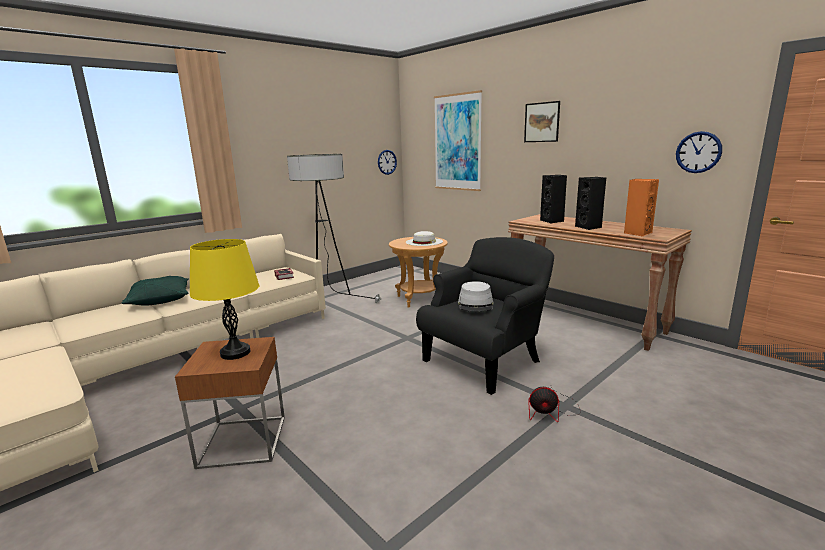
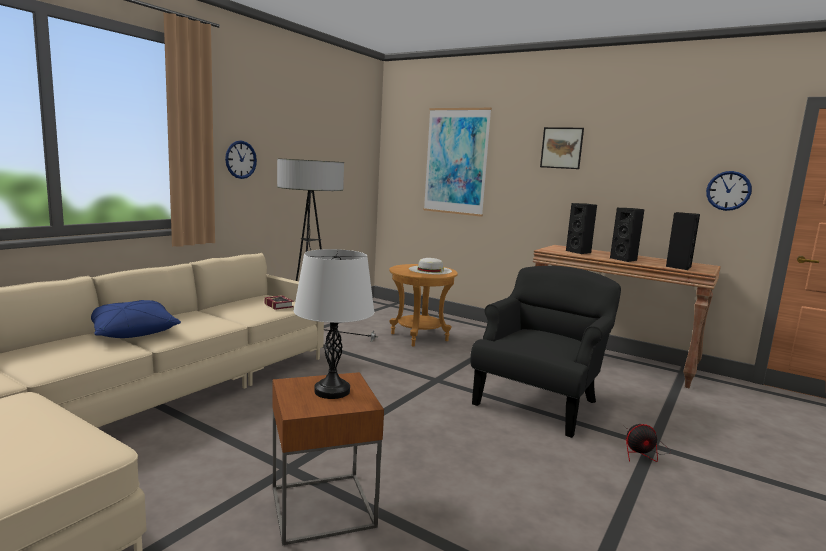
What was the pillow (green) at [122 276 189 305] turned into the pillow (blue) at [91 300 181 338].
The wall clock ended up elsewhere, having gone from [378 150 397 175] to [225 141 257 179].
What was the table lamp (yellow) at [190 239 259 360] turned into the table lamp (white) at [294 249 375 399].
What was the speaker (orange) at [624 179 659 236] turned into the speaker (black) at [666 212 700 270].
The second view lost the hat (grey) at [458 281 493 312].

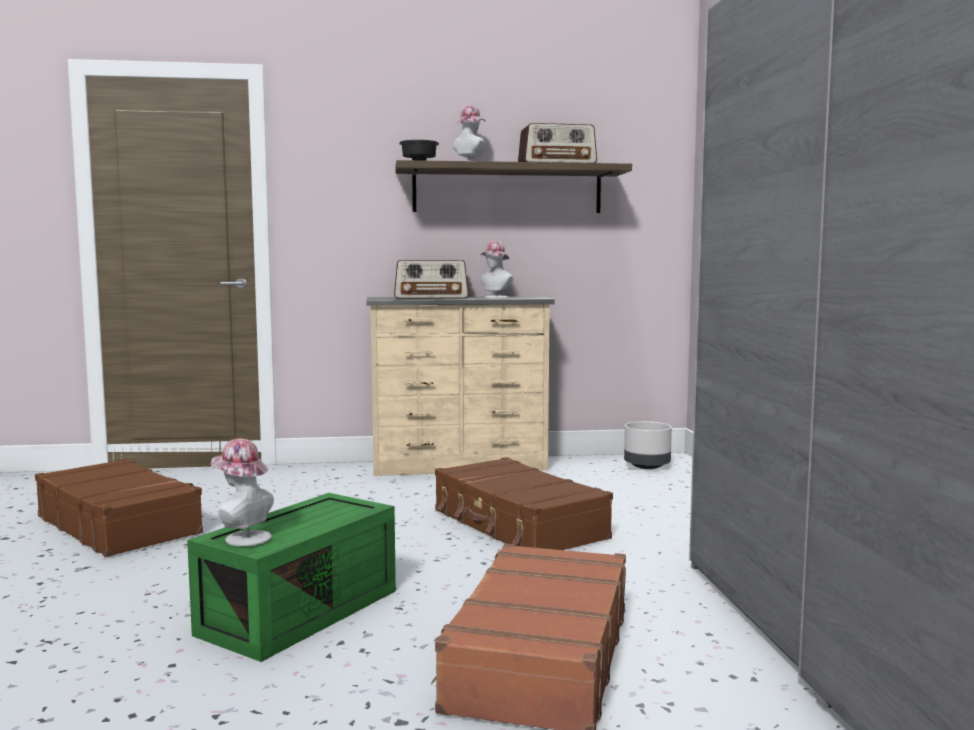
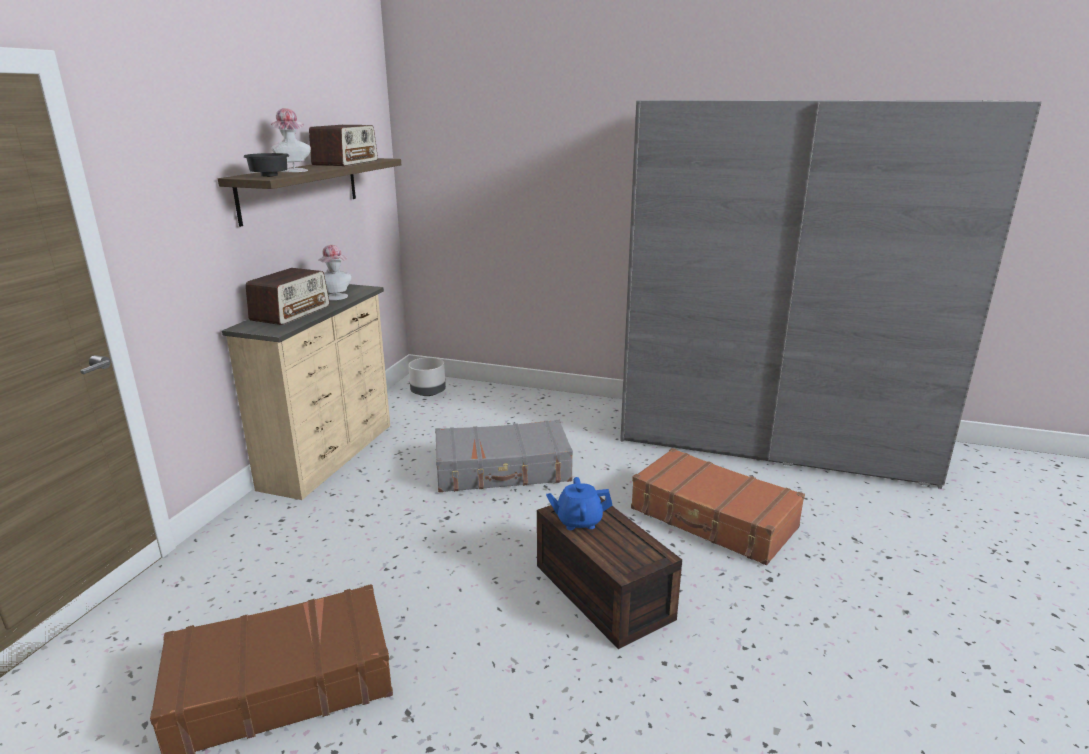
What was the suitcase (brown) at [435 457 613 550] turned into the suitcase (grey) at [435 420 573 492].
What was the storage box (green) at [187 493 396 662] turned into the storage box (brown) at [537 497 682 649].
The second view gained the teapot (blue) at [546 477 612 530].
The second view lost the hat at [211 439 274 546].

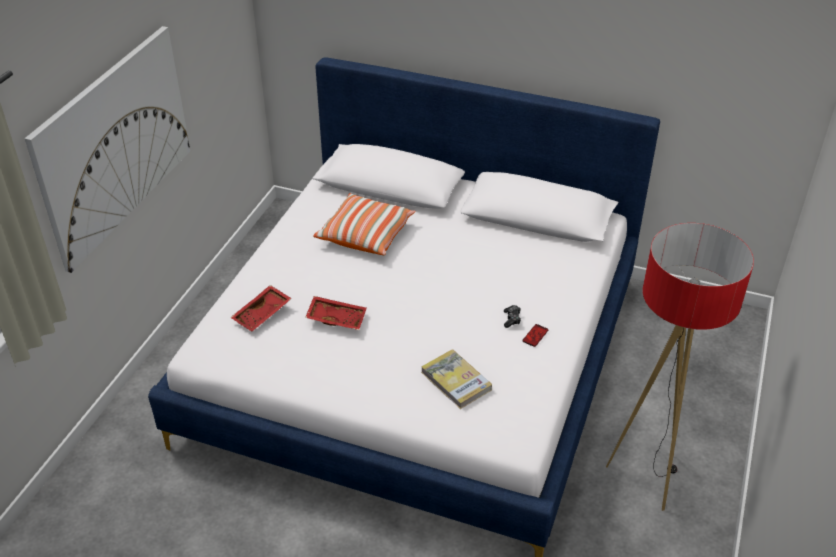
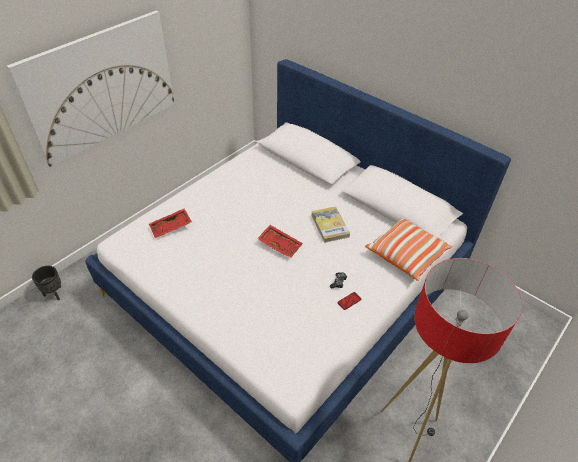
The second view gained the planter (black) at [32 266 61 300].
The tray (red) ended up elsewhere, having gone from [305 296 367 330] to [257 225 303 258].
The book ended up elsewhere, having gone from [421 349 492 409] to [311 206 350 243].
The pillow ended up elsewhere, having gone from [313 193 415 255] to [365 218 453 281].

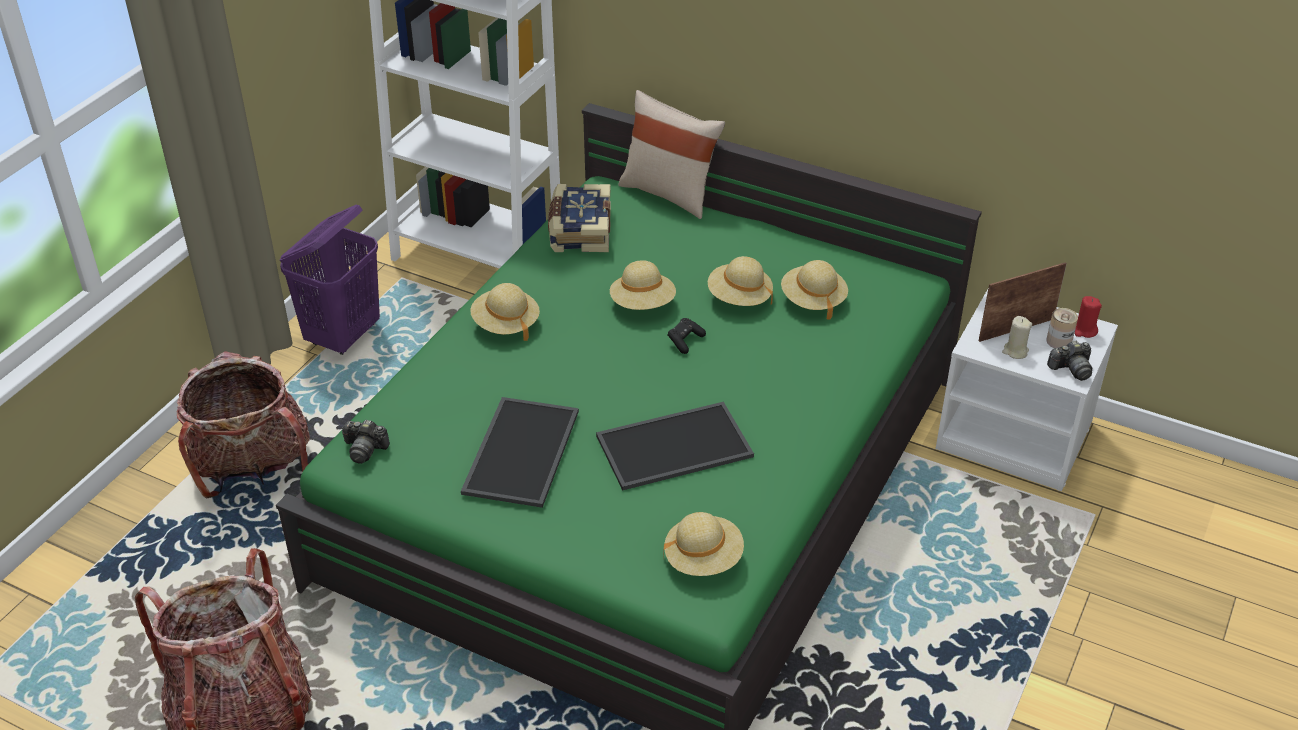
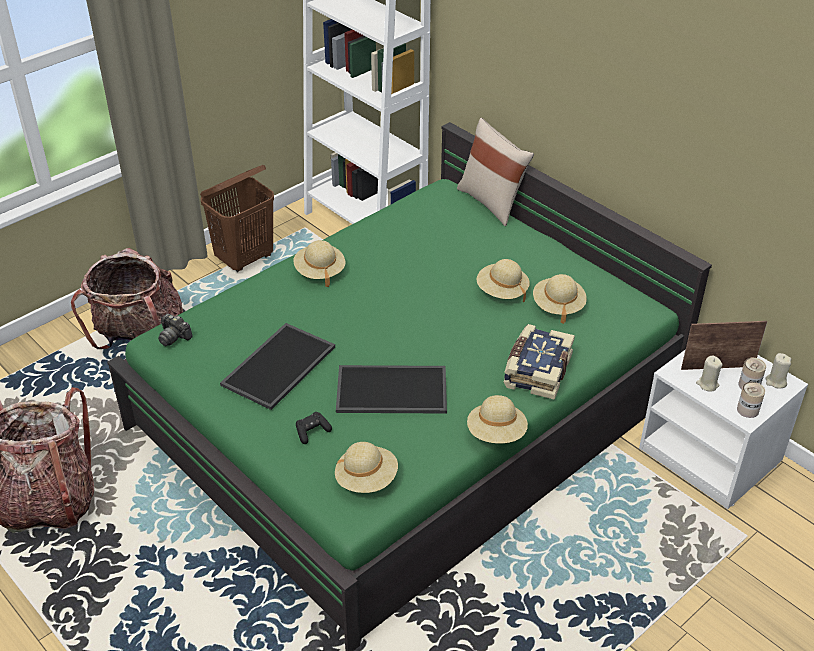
What was the laundry basket (purple) at [280 205 380 355] turned into the laundry basket (brown) at [200 165 274 272].
The game controller (black) ended up elsewhere, having gone from [668 318 706 354] to [296 412 332 444].
The hat (beige) ended up elsewhere, having gone from [610 260 676 310] to [467 395 528 443].
The book ended up elsewhere, having gone from [548 184 611 252] to [504 324 575 400].
Where the photo camera stood at [1047 341 1092 381], the can came to stand at [737 382 765 418].
What was the candle (red) at [1075 296 1102 338] turned into the candle (beige) at [765 353 791 389].

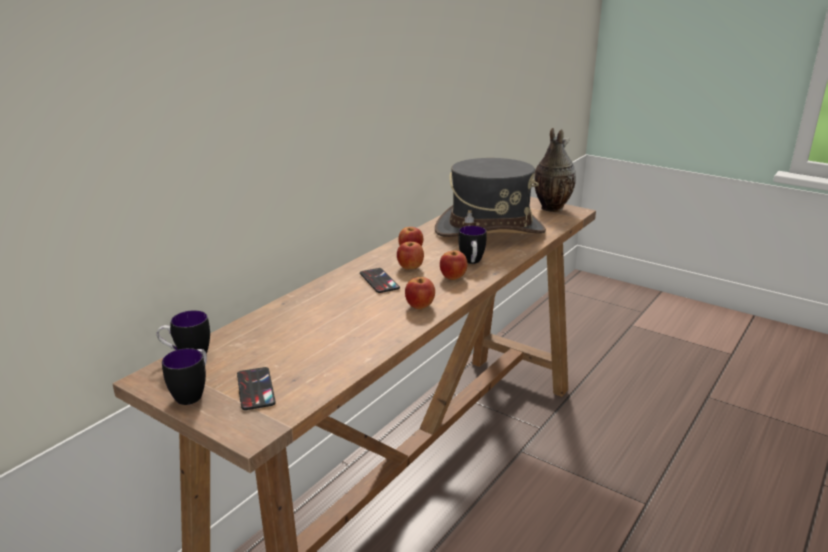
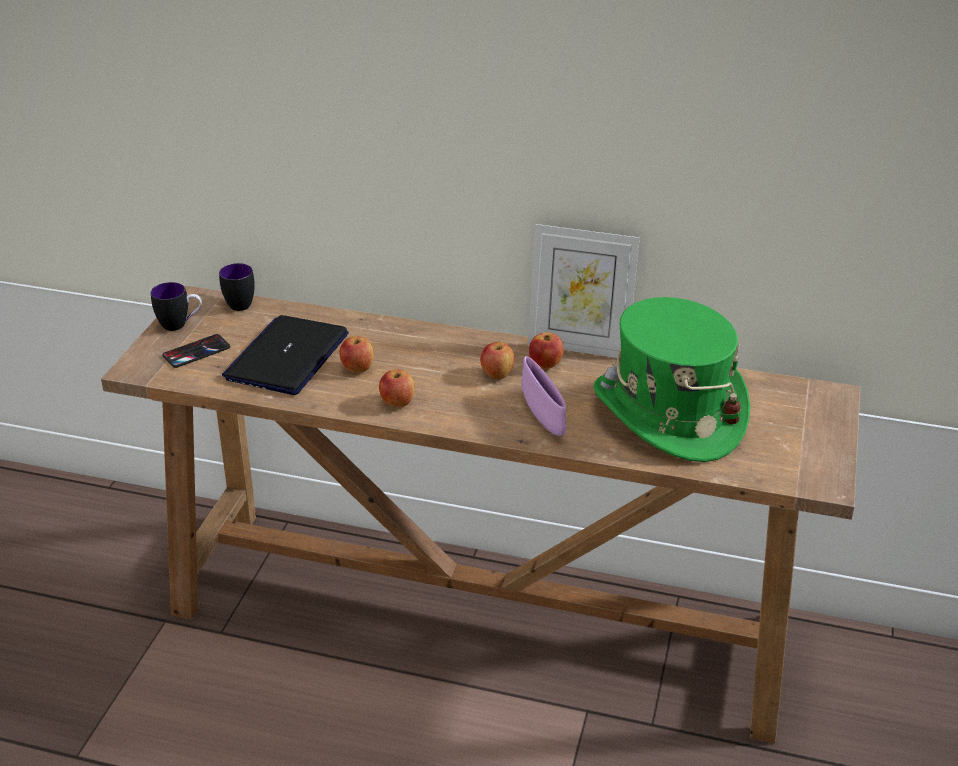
The second view gained the laptop at [222 315 348 395].
The apple ended up elsewhere, having gone from [440 250 468 280] to [339 336 374 373].
Where the mug stood at [458 226 486 264], the bowl (purple) came to stand at [521 356 566 436].
The second view gained the picture frame at [528 224 640 359].
What was the hat (grey) at [435 158 546 237] turned into the hat (green) at [593 297 750 462].
The second view lost the phone at [360 268 400 293].
The second view lost the vase at [534 128 576 212].

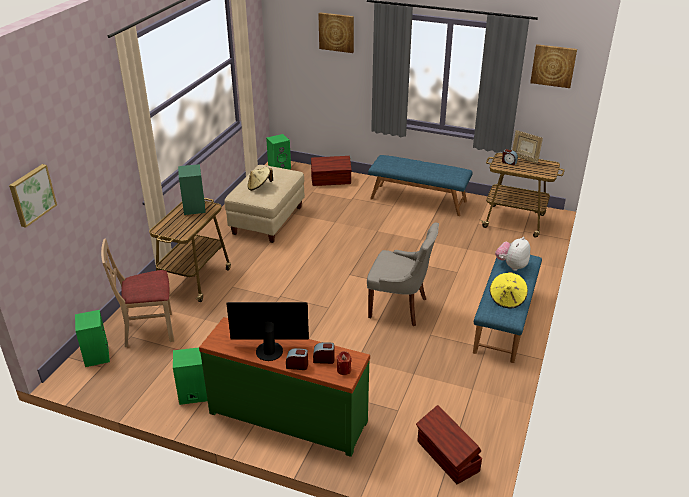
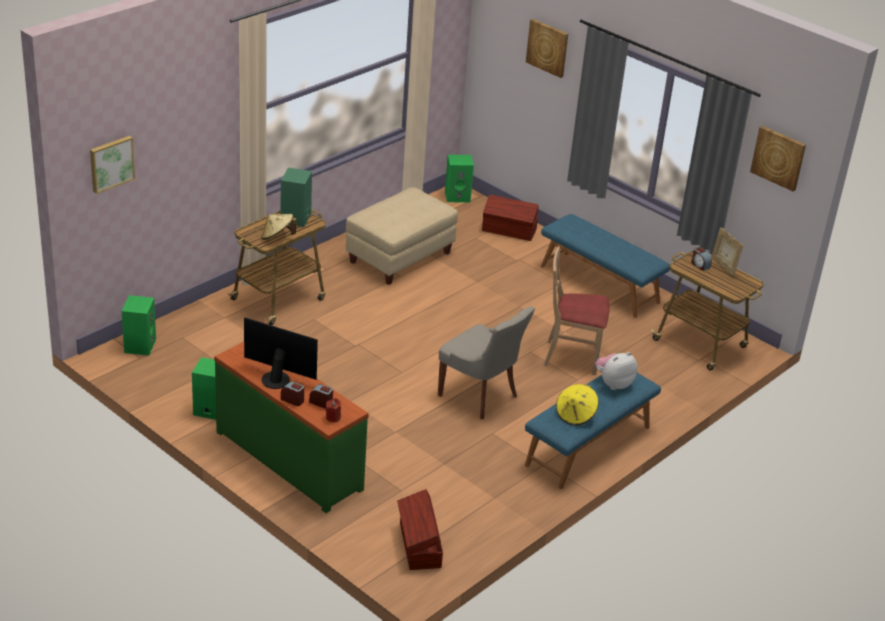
The hat (beige) ended up elsewhere, having gone from [247 167 273 191] to [261 214 296 240].
The chair (beige) ended up elsewhere, having gone from [101 238 174 347] to [544 247 609 375].

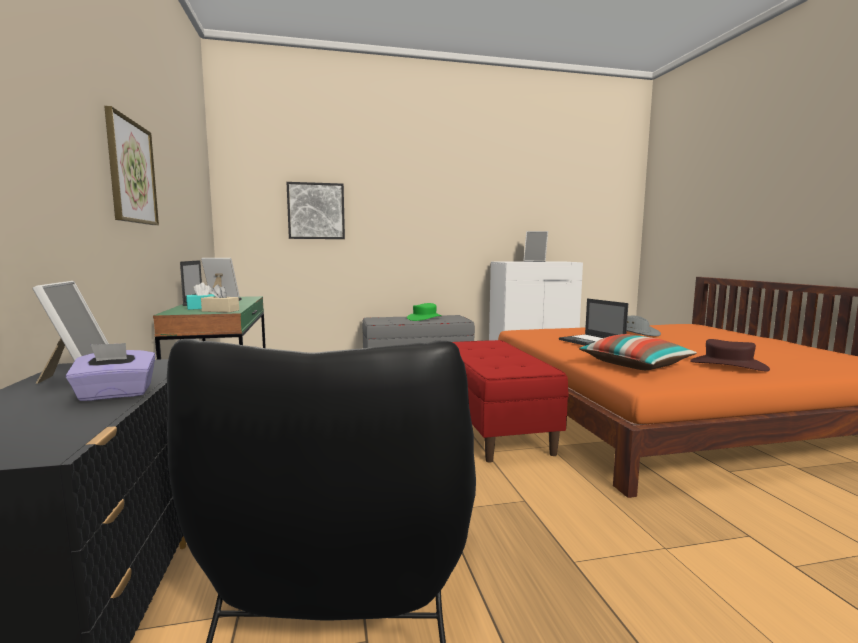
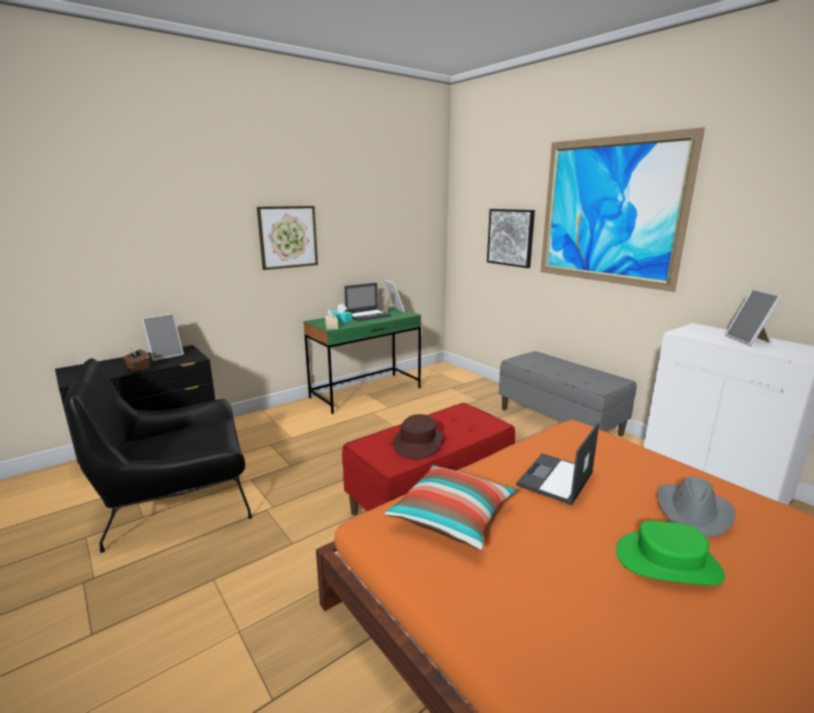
What was the tissue box (purple) at [66 343 156 401] turned into the tissue box (brown) at [123 349 150 372].
The hat (brown) ended up elsewhere, having gone from [690 339 770 371] to [393 414 443 459].
The second view gained the picture at [540 127 705 292].
The hat (green) ended up elsewhere, having gone from [407 303 442 321] to [616 521 725 585].

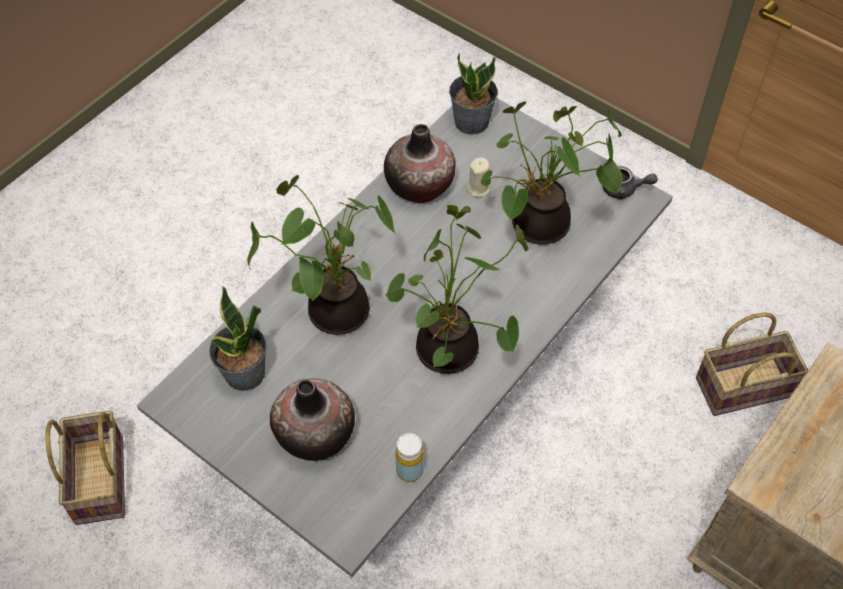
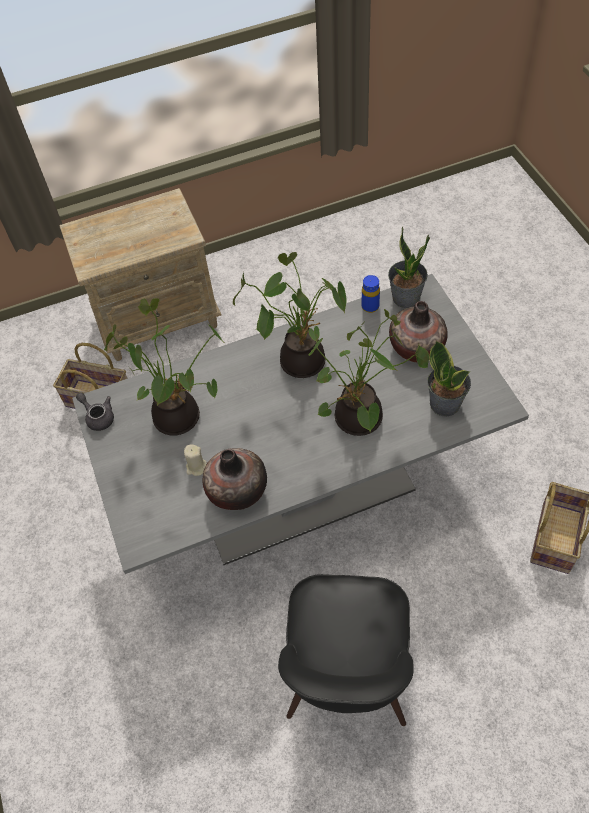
The second view gained the chair (black) at [278 574 414 726].
What was the bottle (yellow) at [395 433 424 482] turned into the bottle (blue) at [362 275 380 313].
The potted plant ended up elsewhere, having gone from [449 54 498 135] to [388 227 430 308].

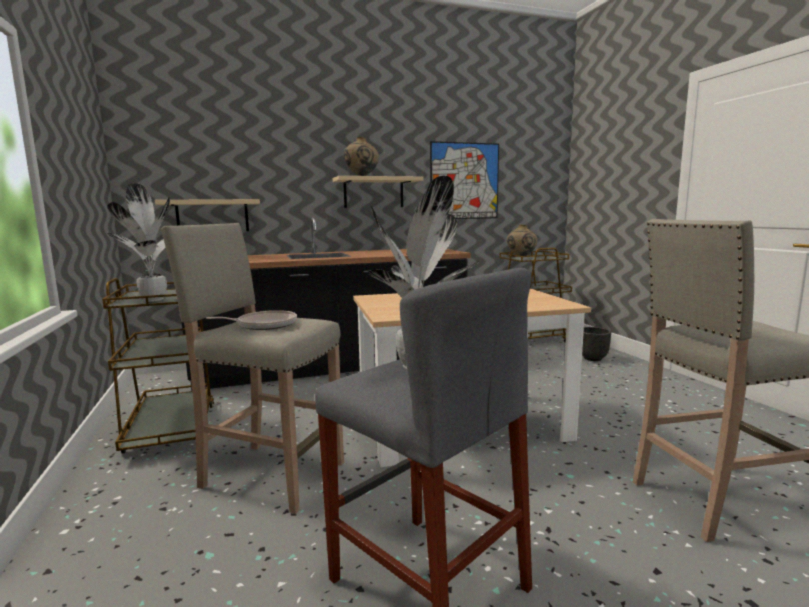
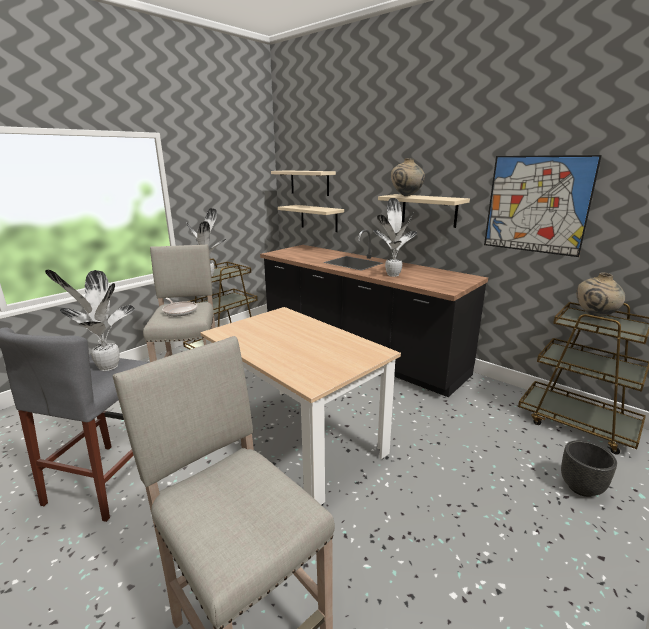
The second view gained the shelf (beige) at [271 170 336 196].
The second view gained the potted plant at [373 198 417 277].

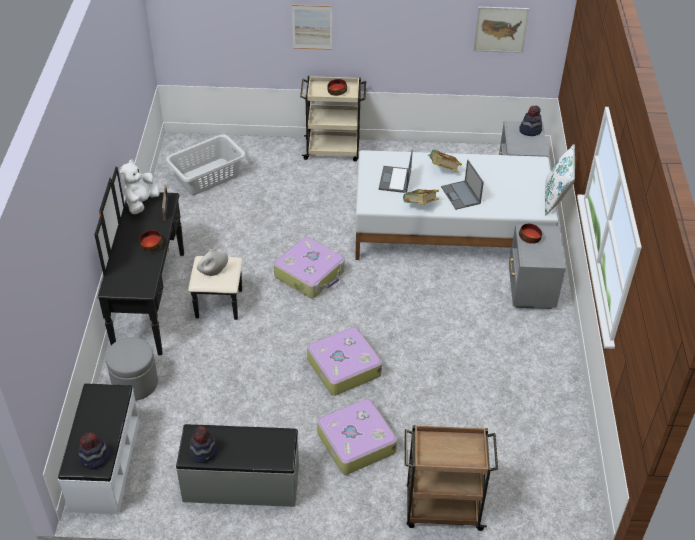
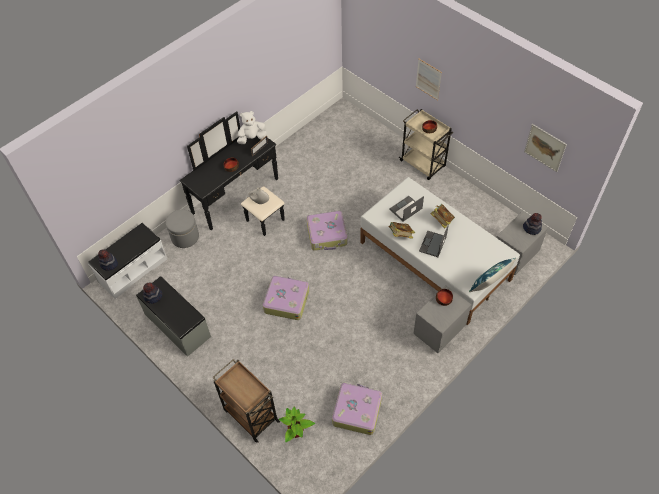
The second view gained the potted plant at [279 406 315 442].
The suitcase ended up elsewhere, having gone from [317 398 397 475] to [332 382 382 435].
What was the pillow (white) at [545 144 575 215] turned into the pillow (blue) at [469 258 516 292].
The second view lost the laundry basket (grey) at [166 134 246 195].

